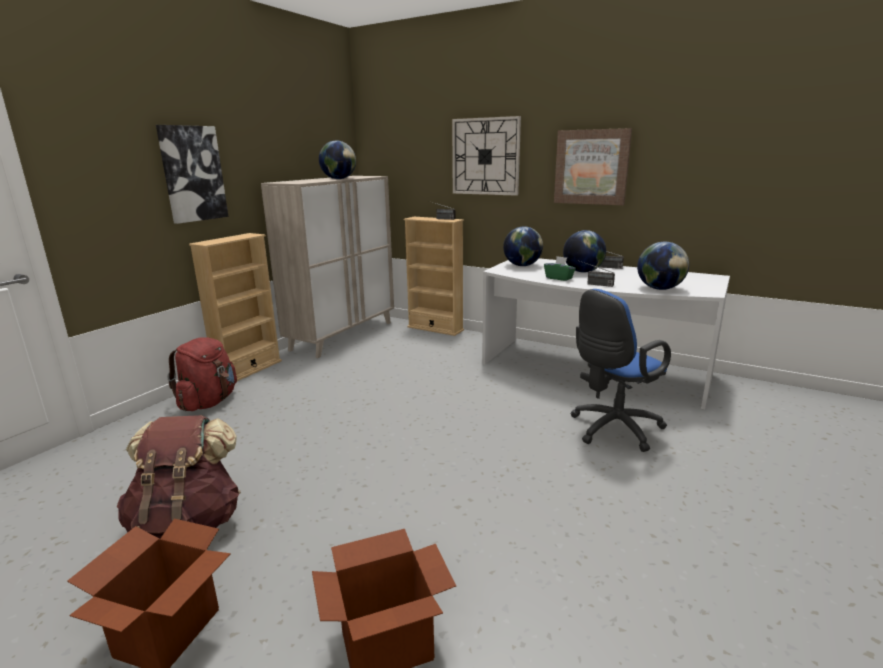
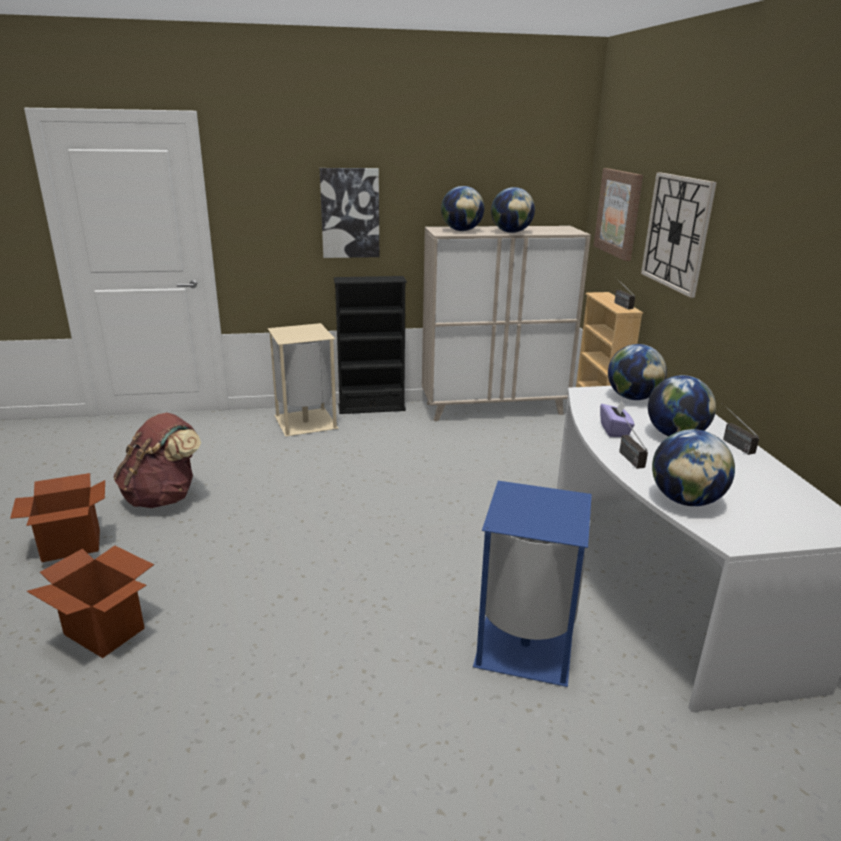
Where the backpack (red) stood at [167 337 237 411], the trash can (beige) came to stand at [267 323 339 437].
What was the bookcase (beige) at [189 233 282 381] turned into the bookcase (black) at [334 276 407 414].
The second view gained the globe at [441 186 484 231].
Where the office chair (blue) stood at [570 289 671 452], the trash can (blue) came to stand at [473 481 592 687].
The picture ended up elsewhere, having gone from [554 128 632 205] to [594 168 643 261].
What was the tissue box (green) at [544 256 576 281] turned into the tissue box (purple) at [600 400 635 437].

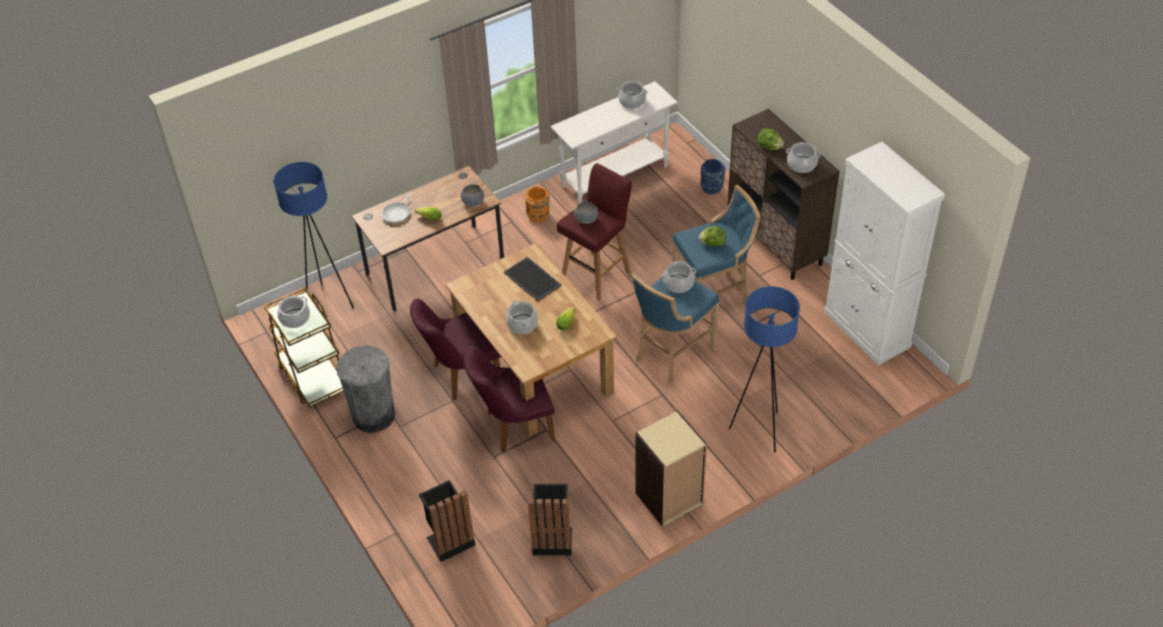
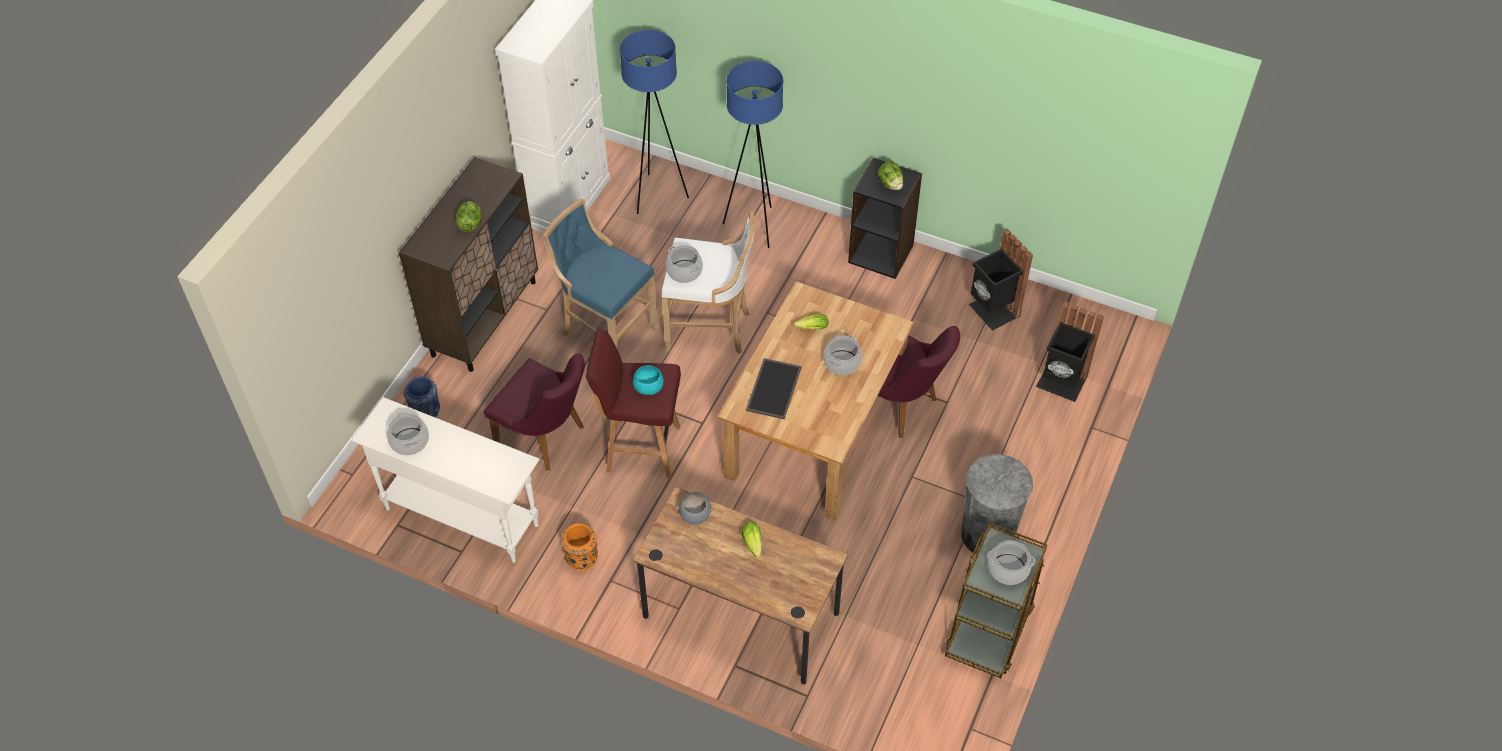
The chair (purple) ended up elsewhere, having gone from [410 299 501 400] to [484 354 585 470].
The floor lamp (blue) ended up elsewhere, having gone from [274 162 354 308] to [620 30 689 214].
What was the bowl (grey) at [574 202 598 224] turned into the bowl (turquoise) at [633 365 664 395].
What was the stool (blue) at [631 273 719 383] turned into the stool (white) at [661 212 754 354].
What was the bookcase (beige) at [635 411 707 527] turned into the bookcase (black) at [848 157 922 279].
The lettuce ended up elsewhere, having gone from [699 226 726 246] to [878 161 903 190].
The second view lost the frying pan at [382 193 412 224].
The second view lost the cooking pot at [786 142 820 173].

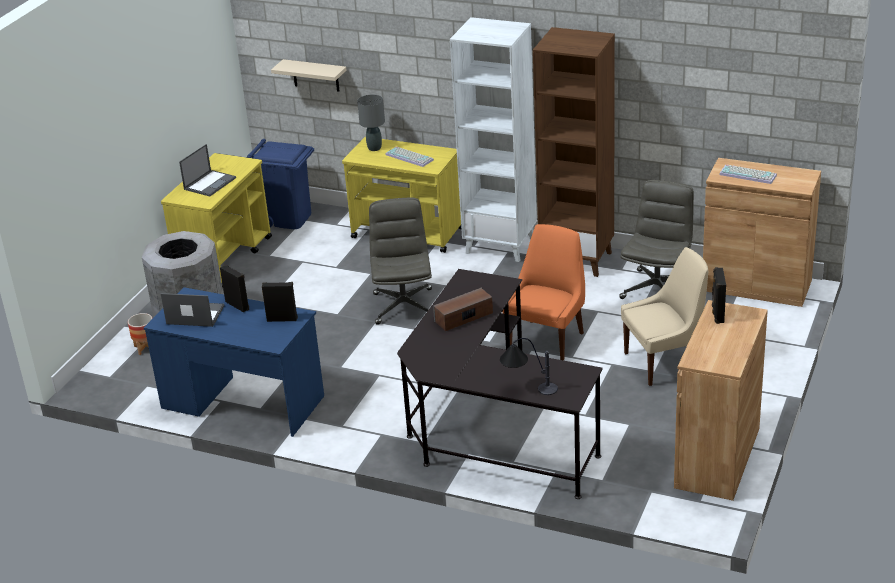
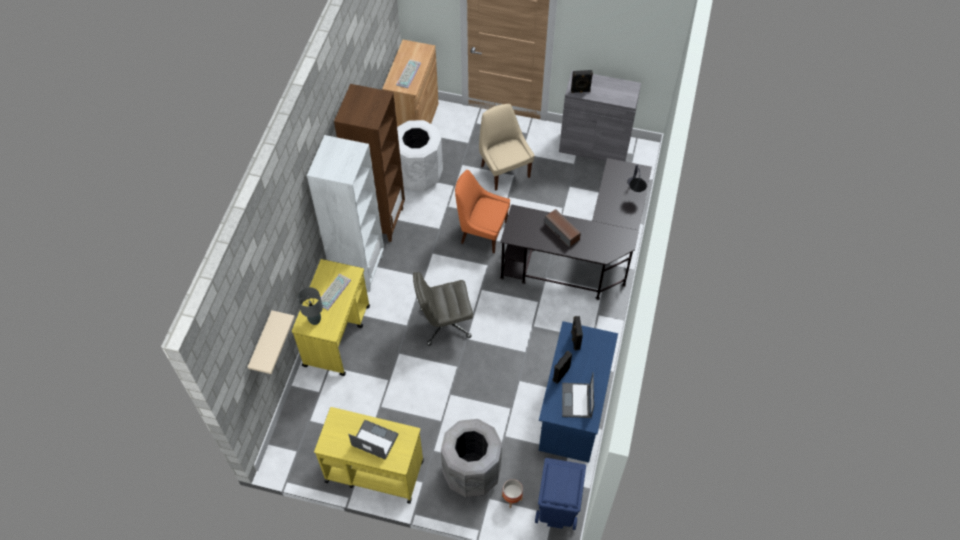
Where the office chair (grey) stood at [619 180 694 299], the trash can (white) came to stand at [397 120 443 191].
The trash can (blue) ended up elsewhere, having gone from [247 139 314 229] to [535 458 586 530].
What was the cabinet (brown) at [674 300 768 501] turned into the cabinet (grey) at [559 70 641 161].

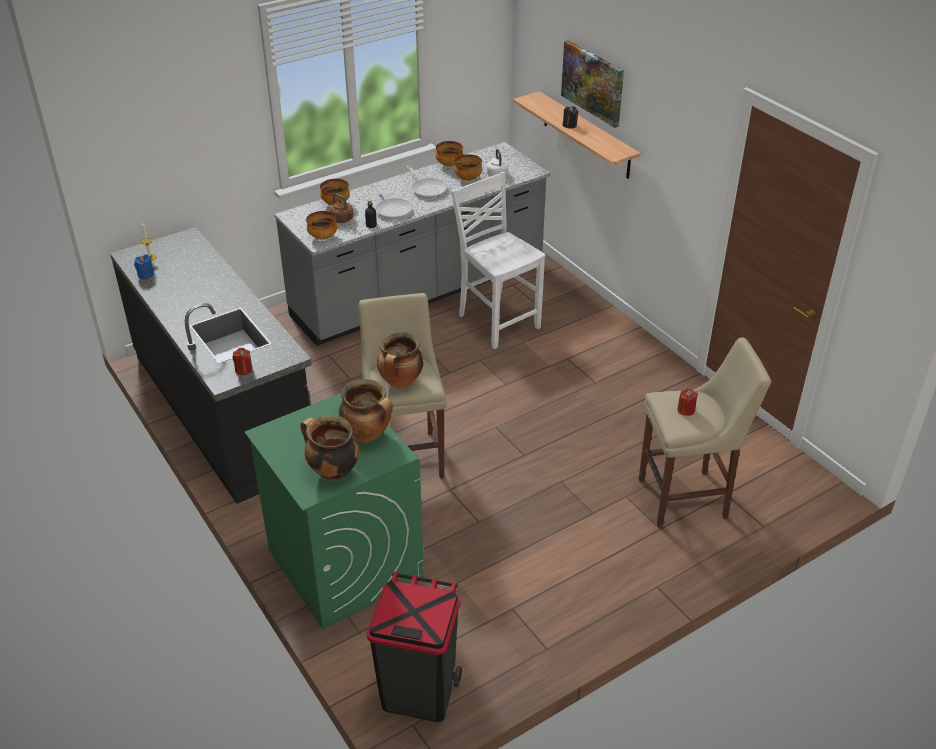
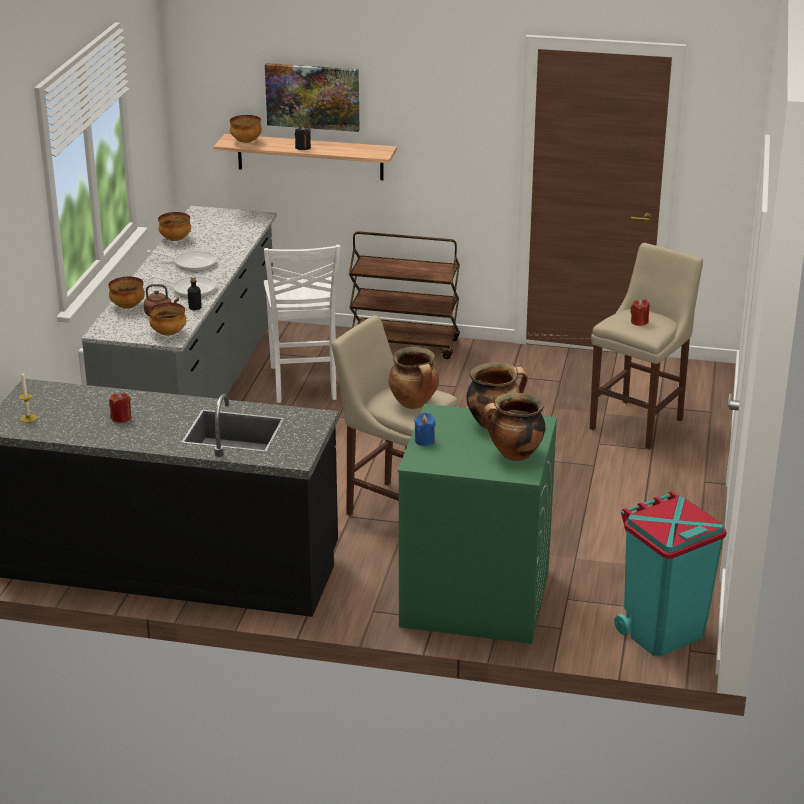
The candle (red) ended up elsewhere, having gone from [232 348 253 375] to [109 393 131 423].
The bowl ended up elsewhere, having gone from [454 154 482 181] to [230 115 262 143].
The chair (white) at [451 172 545 349] ended up facing another way, 105 degrees counterclockwise from before.
The second view gained the cart (brown) at [349 231 460 359].
The candle (blue) ended up elsewhere, having gone from [134 254 154 280] to [415 412 435 446].
What was the trash can (black) at [367 572 462 722] turned into the trash can (turquoise) at [614 491 727 657].
The second view lost the kettle (white) at [487 149 508 176].

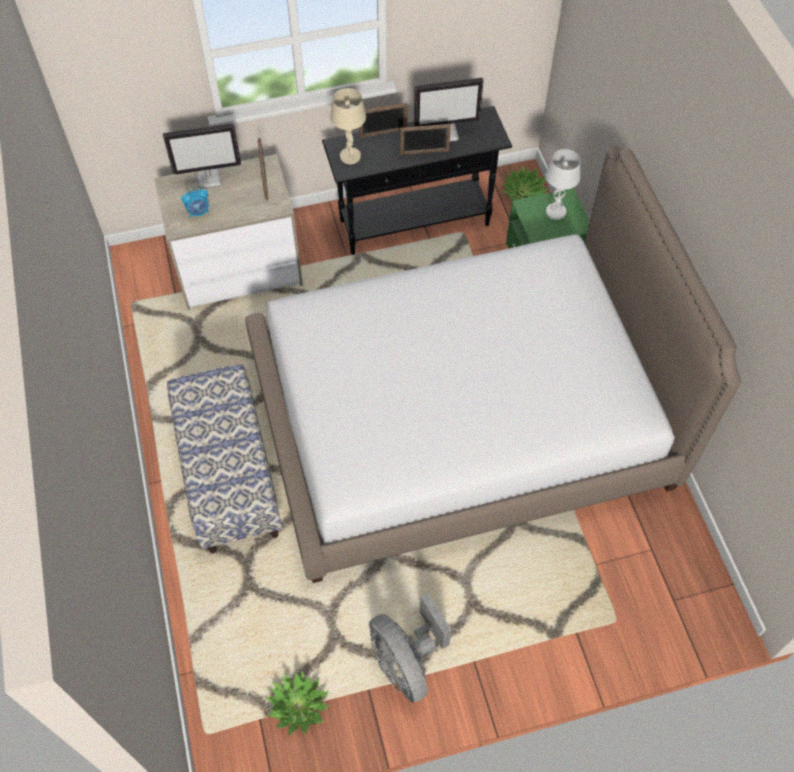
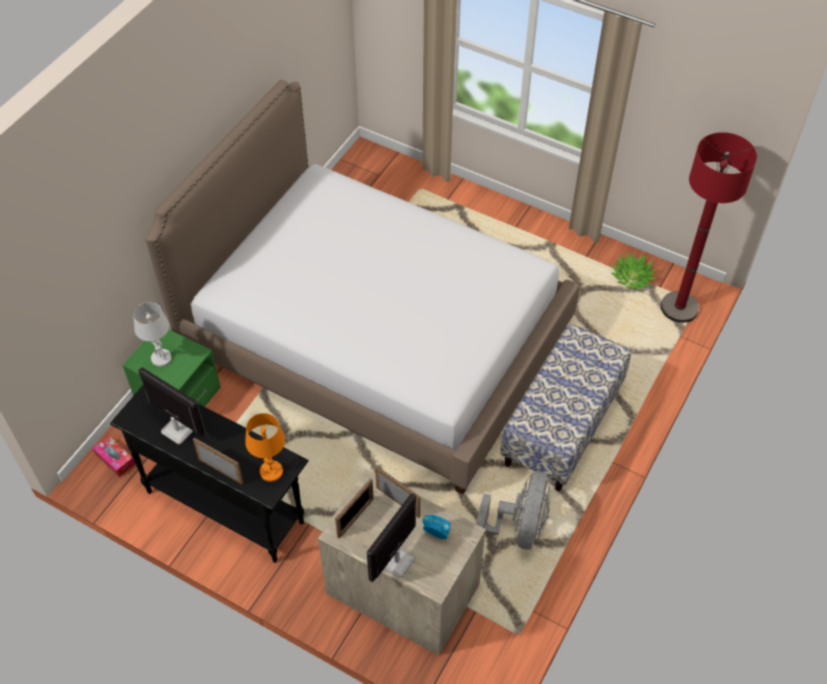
Where the potted plant stood at [501 166 548 200], the tissue box came to stand at [92 435 135 477].
What was the table lamp (beige) at [330 88 366 164] turned into the table lamp (orange) at [245 413 285 482].
The monitor at [163 124 241 189] ended up facing another way, 90 degrees counterclockwise from before.
The picture frame ended up elsewhere, having gone from [400 124 451 155] to [375 467 420 518].
The fan (grey) ended up elsewhere, having gone from [369 592 452 703] to [476 471 550 550].
The second view gained the floor lamp (red) at [661 132 757 323].

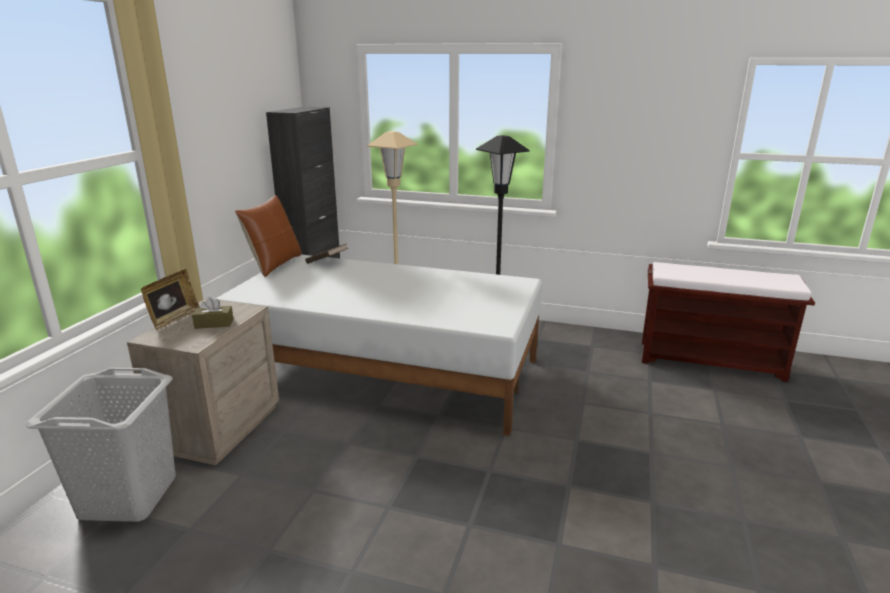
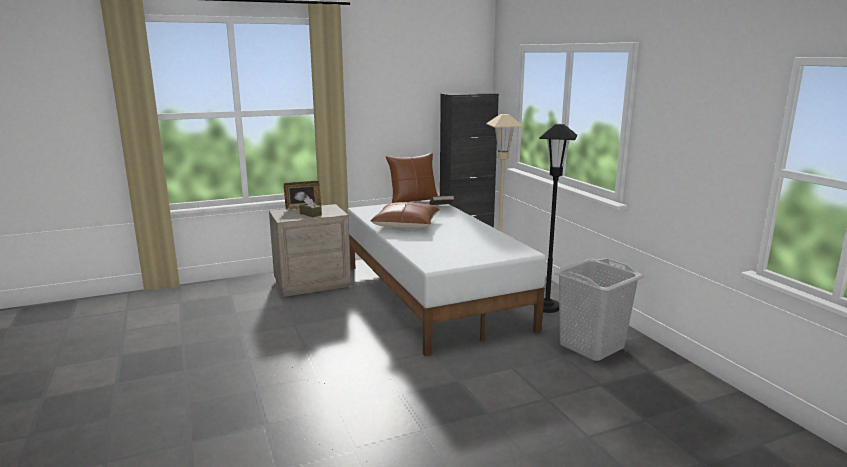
The second view gained the pillow (brown) at [371 202 440 229].
The laundry basket (grey) ended up elsewhere, having gone from [25 368 176 522] to [554 258 644 361].
The second view lost the bench (brown) at [642 262 815 382].

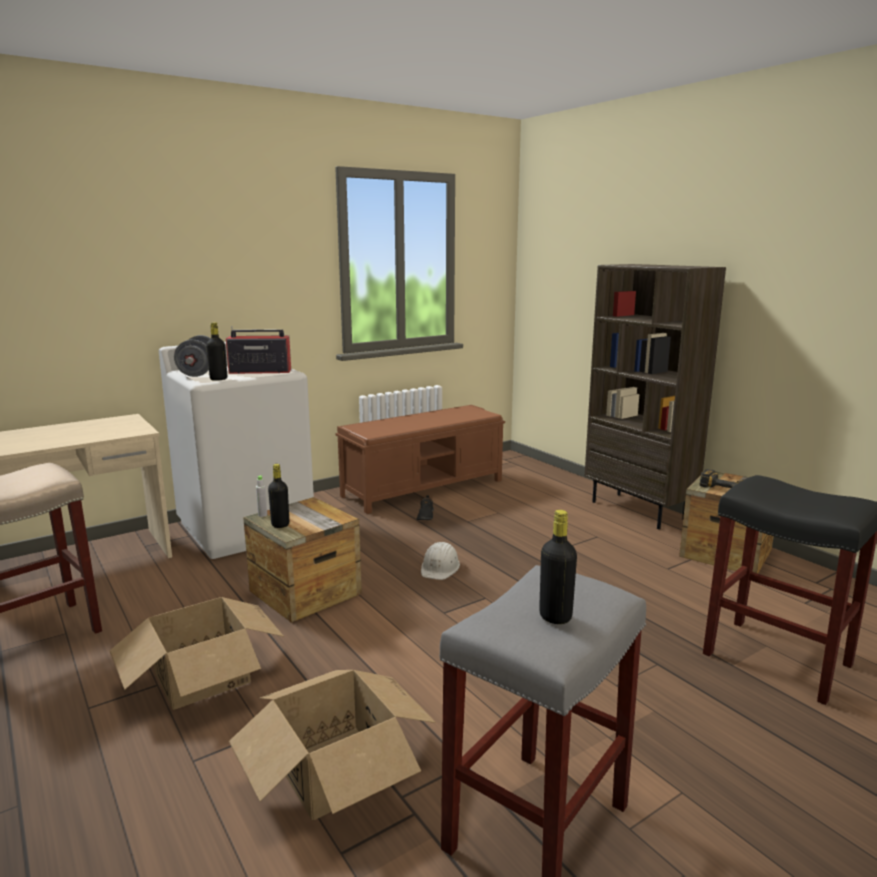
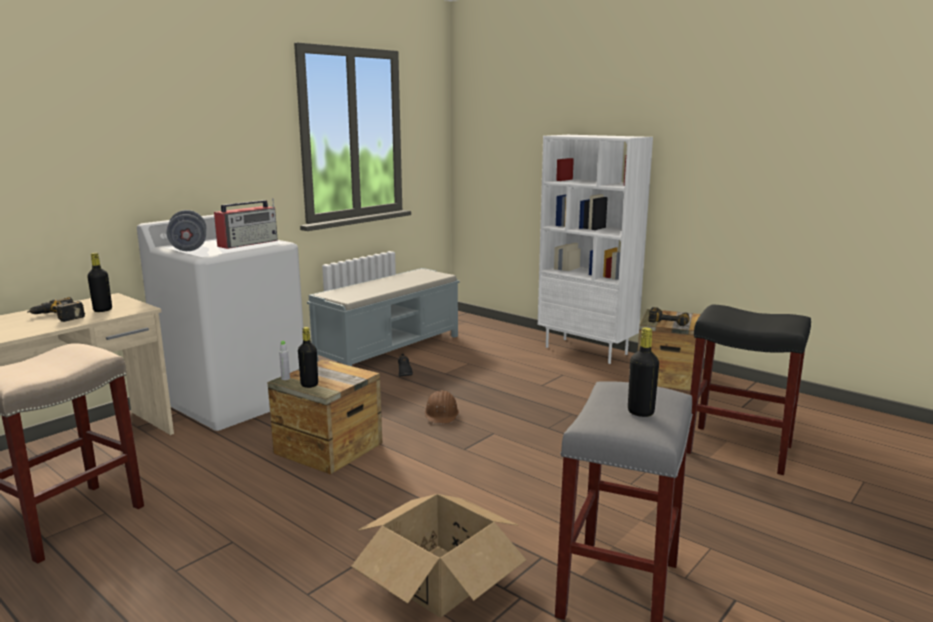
The second view gained the power drill at [27 297 85 322].
The bottle (black) ended up elsewhere, having gone from [206 322 227 381] to [87 253 112 312].
The radio at [226 326 291 374] ended up facing another way, 150 degrees clockwise from before.
What was the bench (brown) at [335 405 505 514] turned into the bench (grey) at [307 268 460 366].
What was the hard hat (white) at [421 542 460 580] turned into the hard hat (brown) at [424 390 459 423].
What was the bookcase (brown) at [585 264 726 529] turned into the bookcase (white) at [538 135 653 364].
The second view lost the cardboard box at [110 597 284 710].

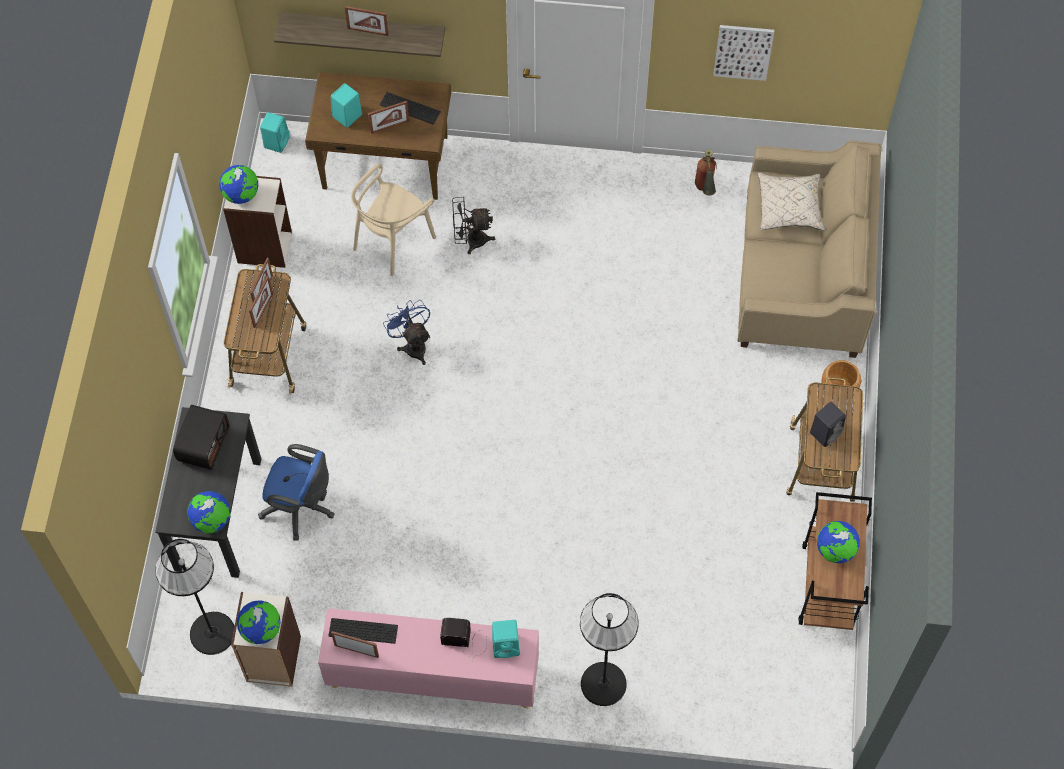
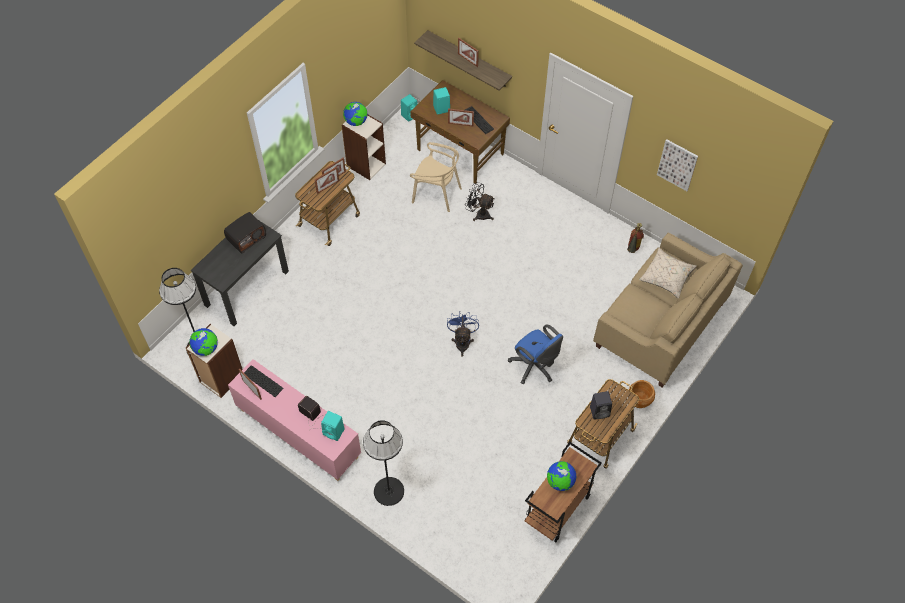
The chair (beige) at [351 164 436 276] ended up facing another way, 135 degrees counterclockwise from before.
The fan (blue) ended up elsewhere, having gone from [383 300 430 365] to [447 311 479 357].
The office chair (blue) ended up elsewhere, having gone from [258 444 335 541] to [508 325 563 384].
The second view lost the globe at [187 491 230 533].

